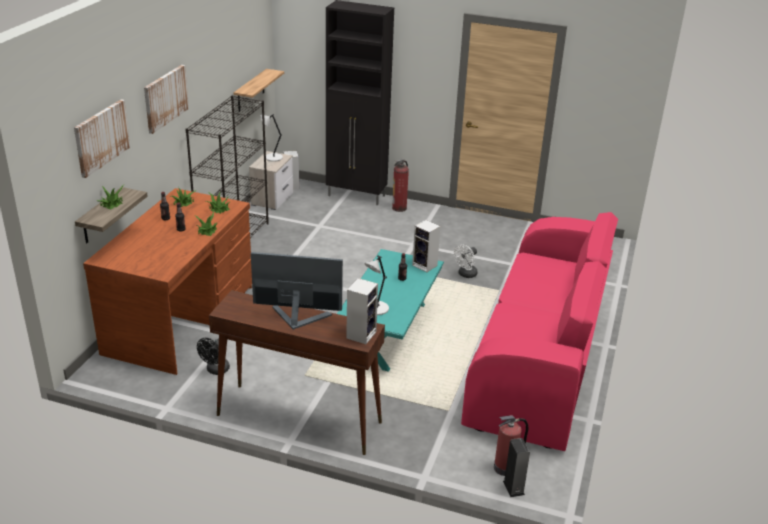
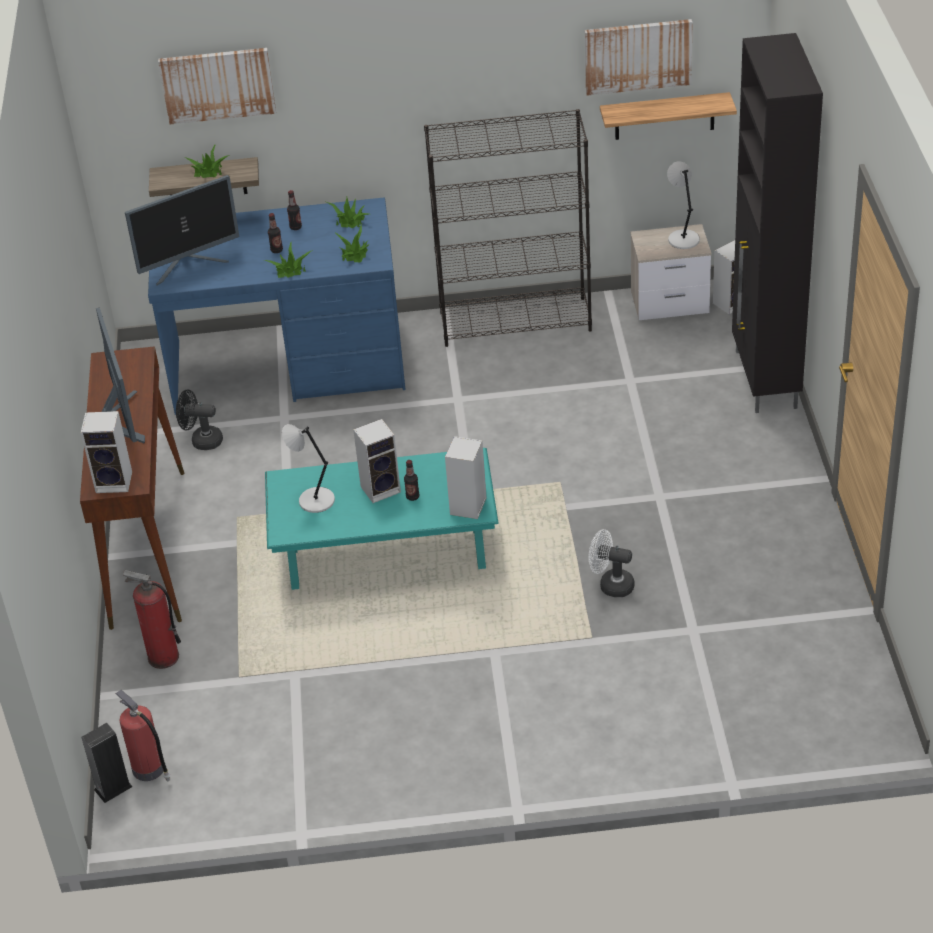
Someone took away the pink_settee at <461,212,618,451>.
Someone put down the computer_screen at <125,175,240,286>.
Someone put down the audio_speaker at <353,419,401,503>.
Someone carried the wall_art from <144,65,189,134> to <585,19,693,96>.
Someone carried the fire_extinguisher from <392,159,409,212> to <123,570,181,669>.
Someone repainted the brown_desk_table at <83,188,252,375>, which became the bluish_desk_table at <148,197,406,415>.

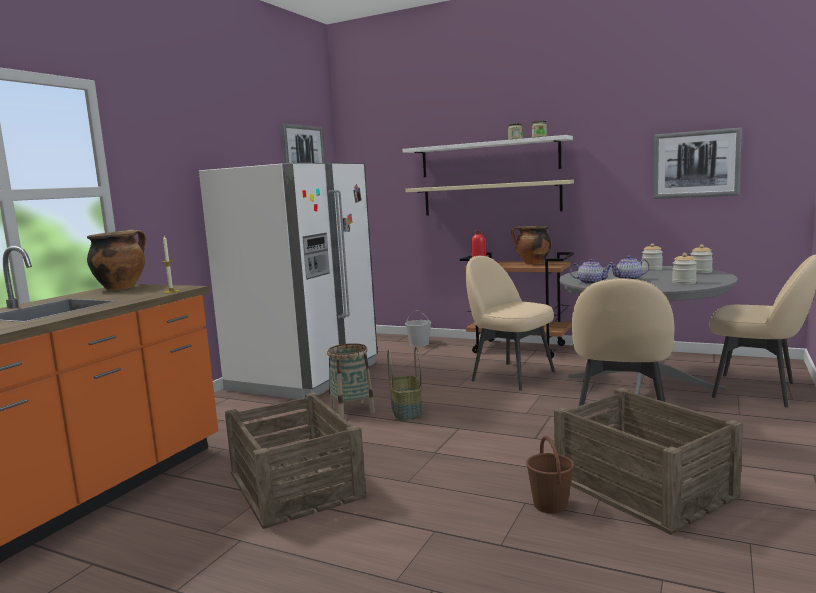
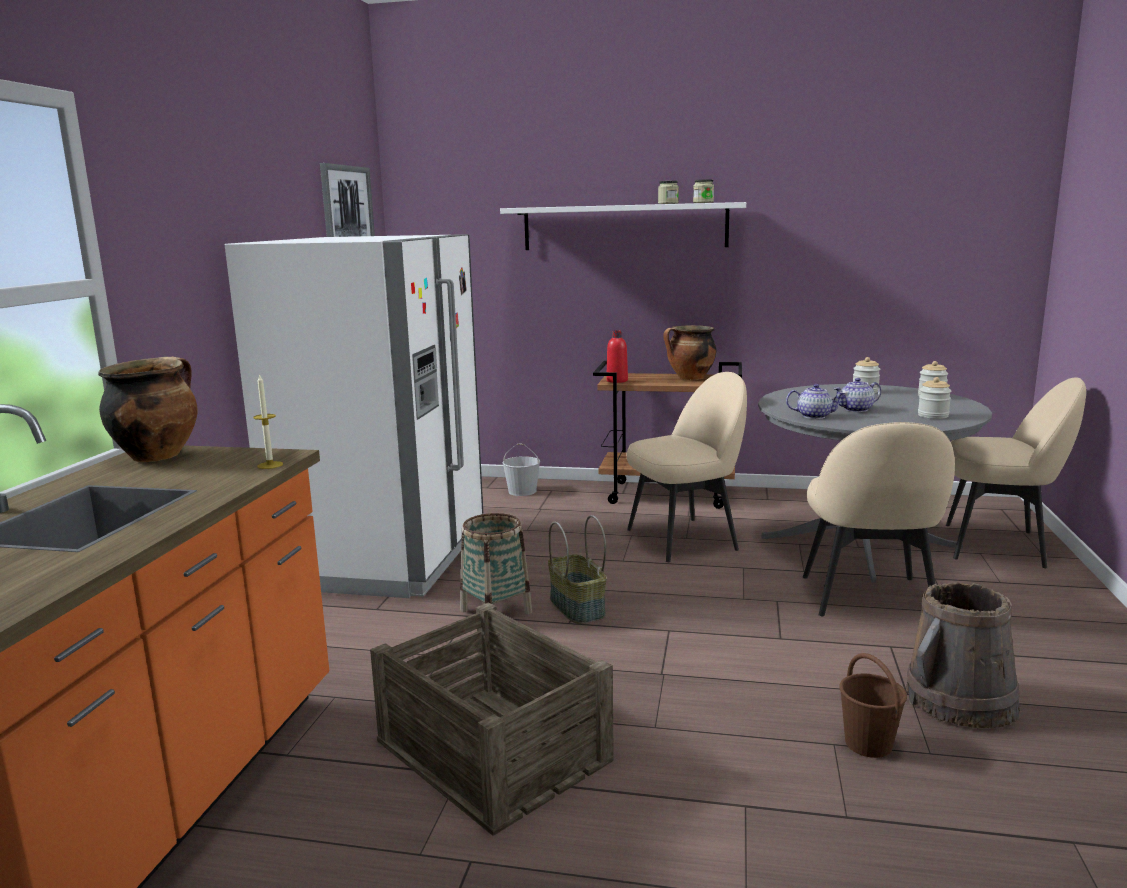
Someone took away the sand-coloured_bracket_shelf at <405,179,574,216>.
Someone took away the wall_art at <653,127,742,199>.
Someone swapped the shipping_crate at <554,388,743,535> for the brown_pail at <906,583,1020,729>.
Someone rotated the sand-coloured_plain_chair at <466,256,555,391> by 135 degrees clockwise.

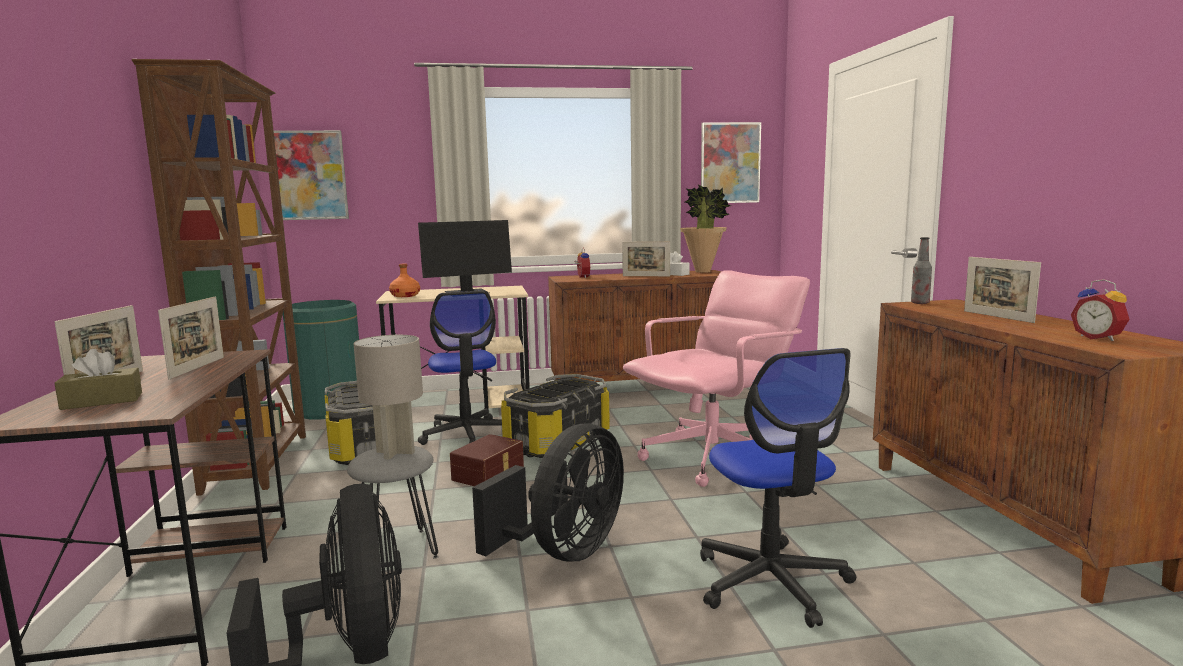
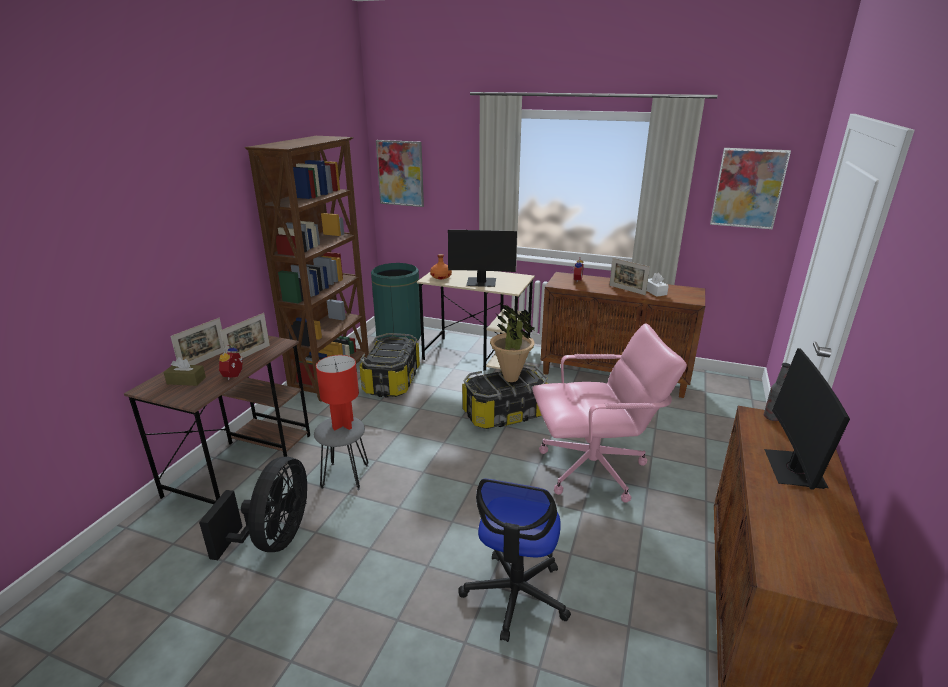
Someone took away the desk_chair at <418,290,502,445>.
Someone took away the brown_storage_box at <450,434,524,486>.
Someone took away the black-coloured_cooling_fan at <472,424,624,561>.
Someone carried the plant_in_a_pot from <680,184,731,273> to <490,304,535,382>.
Someone carried the table_clock from <1071,279,1130,341> to <219,344,243,380>.
Someone swapped the photo_frame at <964,257,1041,323> for the computer_screen at <764,348,850,490>.
Someone repainted the grey_table_lamp at <353,335,423,460>, which became the reddish_table_lamp at <316,355,359,430>.

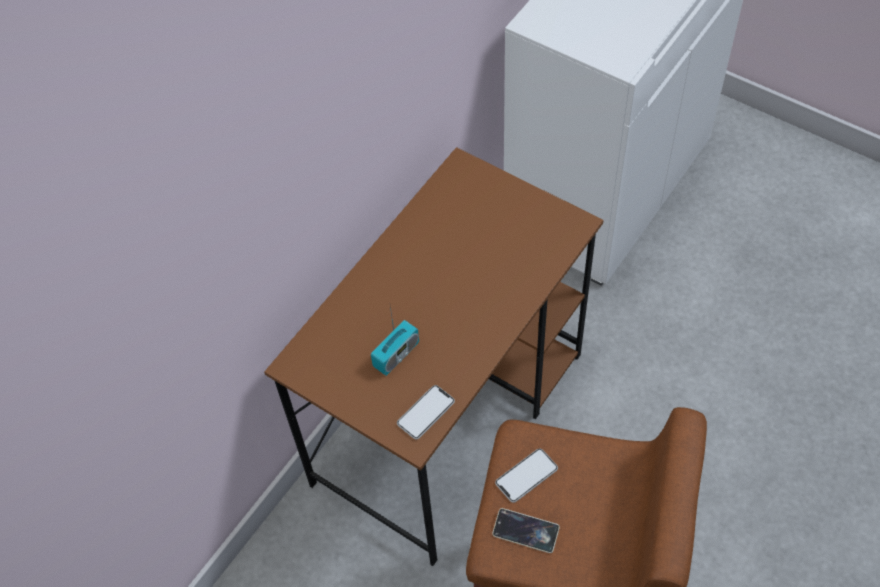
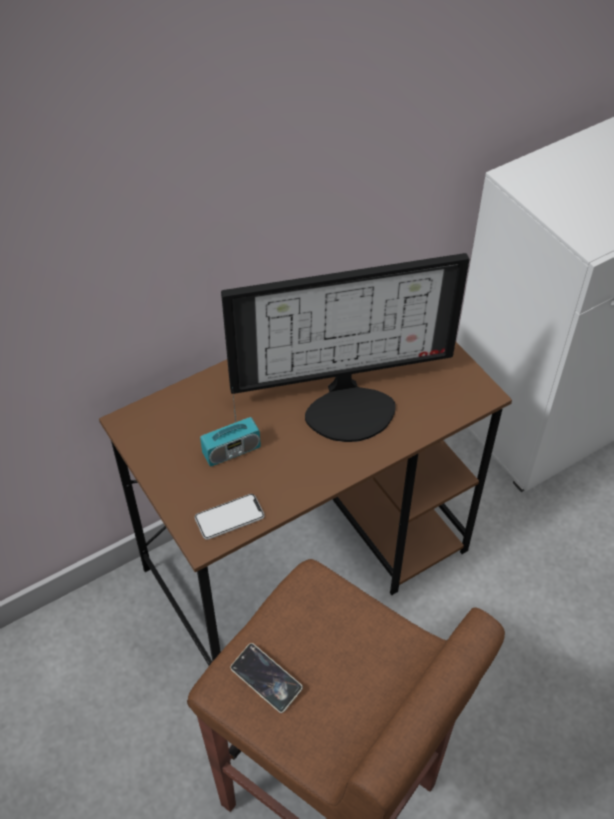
Someone took away the handset at <495,448,558,503>.
Someone put down the computer_screen at <221,253,469,442>.

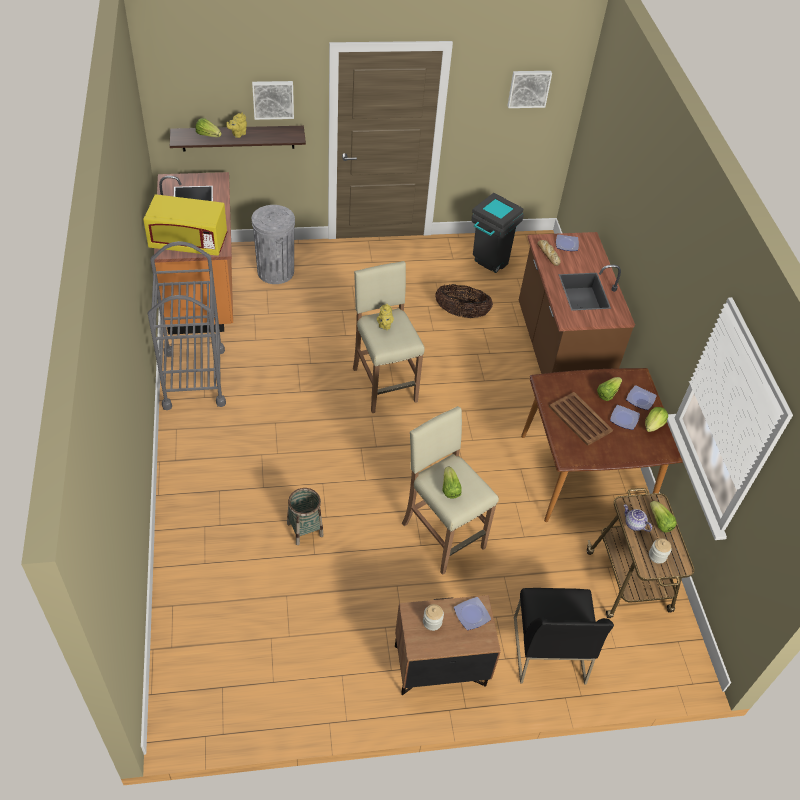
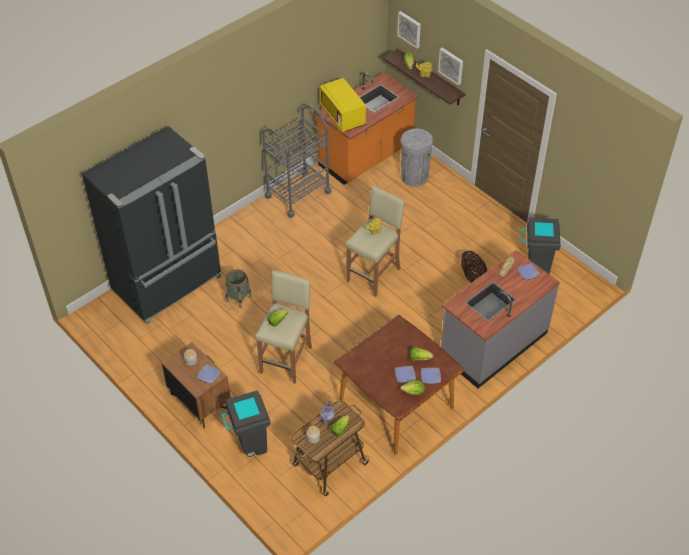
Someone took away the brown_carrying_tray at <549,392,613,446>.
Someone put down the black-coloured_kitchen_fridge at <82,126,222,324>.
Someone carried the wall_art from <508,71,552,108> to <397,11,421,48>.
Someone swapped the black-coloured_plain_chair at <514,588,614,684> for the grey_trash_can at <222,390,270,457>.
Someone repainted the brown_kitchen_base_unit at <519,232,635,374>, which became the grey_kitchen_base_unit at <441,250,560,388>.

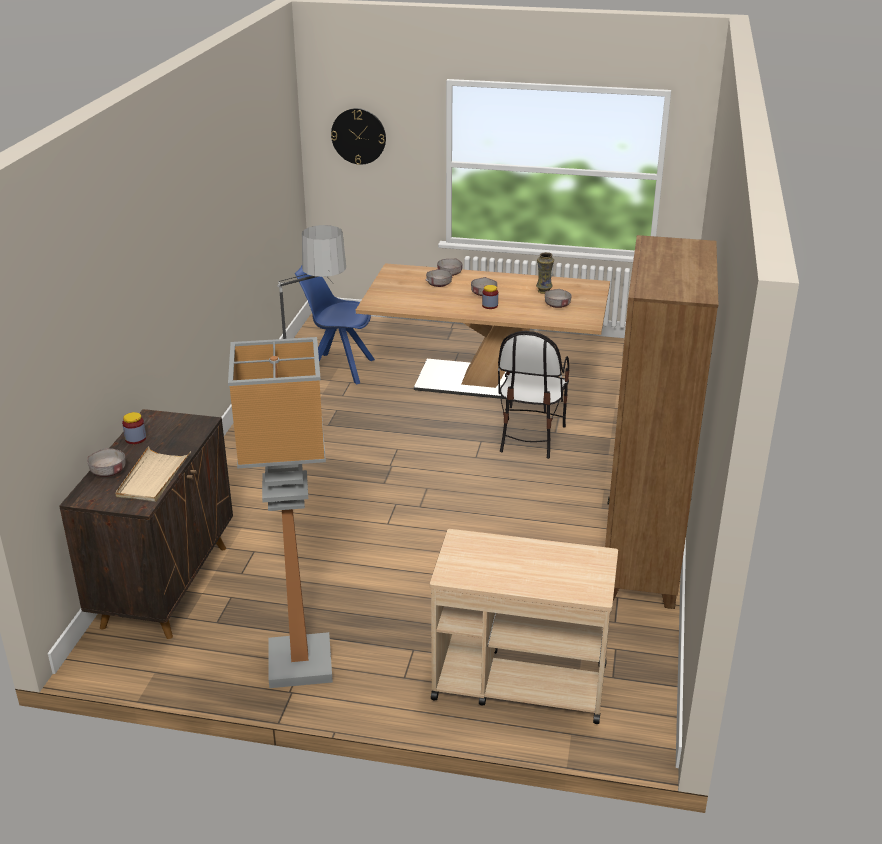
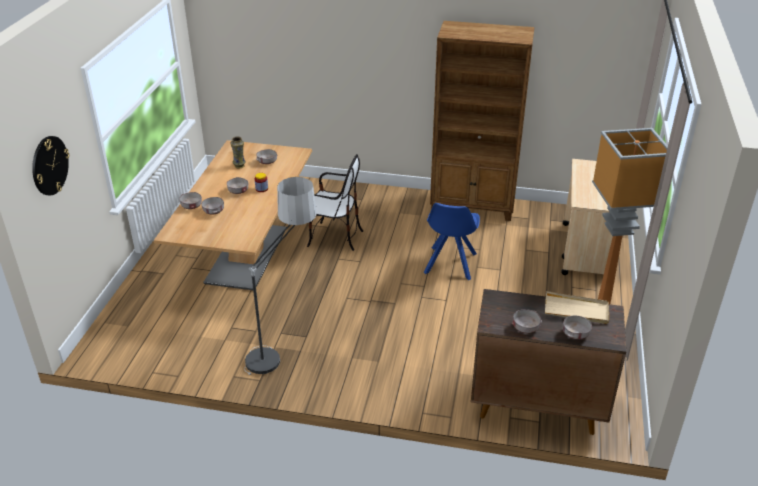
Someone carried the bluish_plain_chair from <295,266,375,384> to <424,203,480,280>.
Someone swapped the jar at <122,412,146,444> for the grey_deep_dish at <512,309,542,333>.

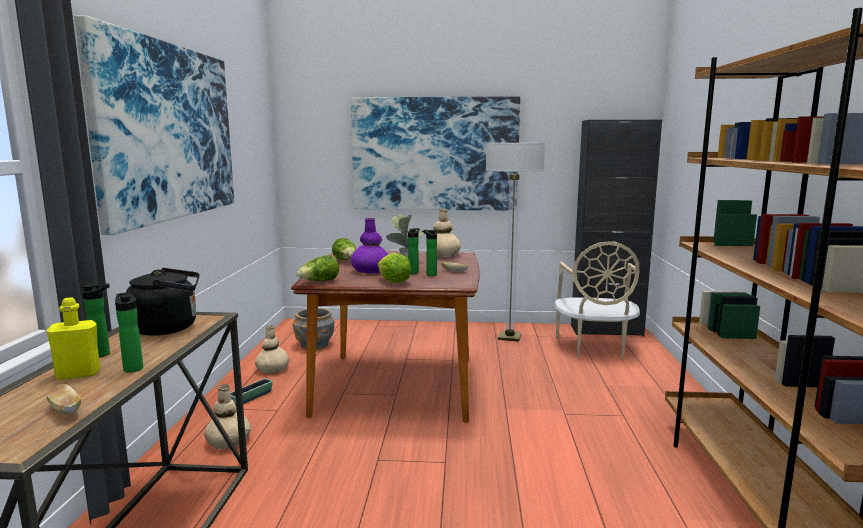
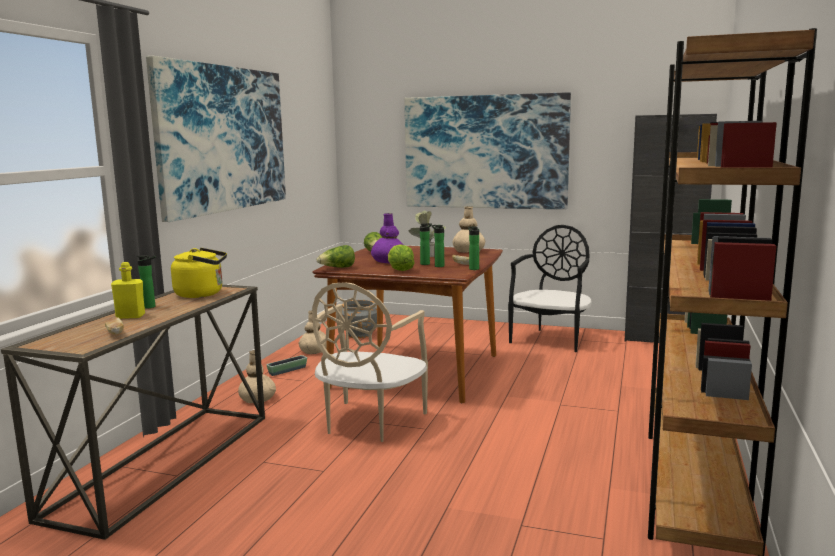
Someone carried the drink_bottle from <115,292,143,373> to <468,226,479,270>.
Someone carried the sand-coloured_plain_chair from <554,241,640,360> to <312,282,428,442>.
Someone swapped the standing_lamp at <486,142,545,341> for the black-coloured_plain_chair at <508,225,592,352>.
Someone repainted the black-coloured_water_kettle at <126,268,200,336>, which became the yellow_water_kettle at <171,248,227,298>.

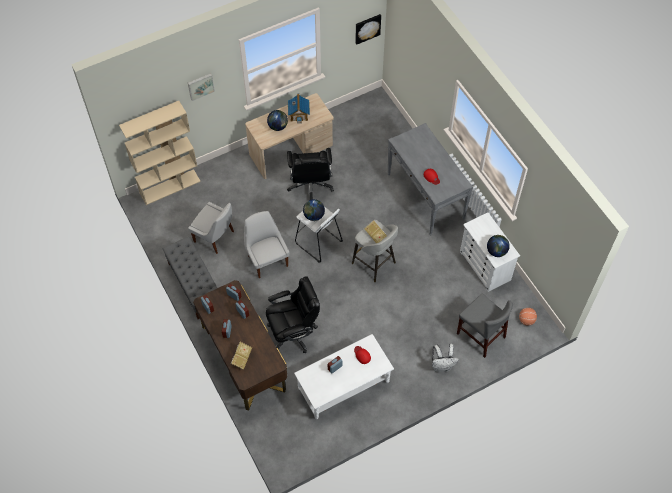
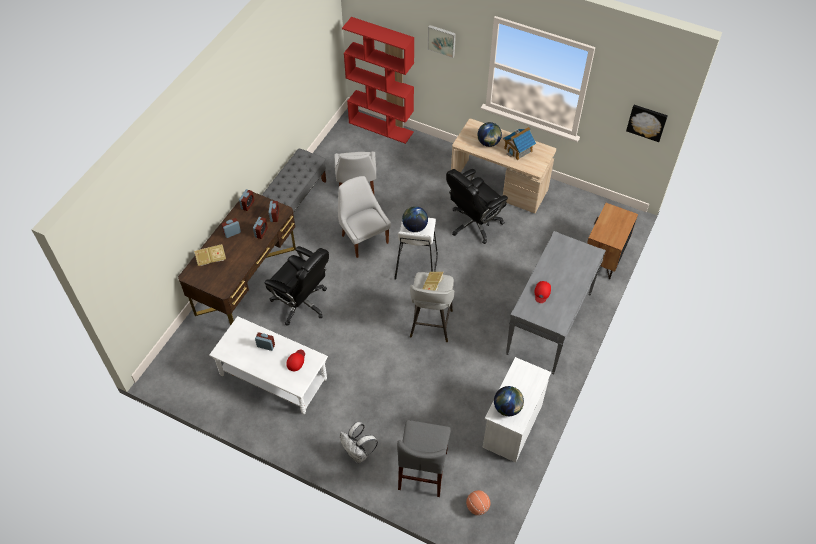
Someone put down the brown_bedside_table at <587,203,638,279>.
Someone repainted the sand-coloured_bookshelf at <119,101,201,205>, which became the reddish_bookshelf at <342,17,414,144>.
Someone rotated the whitish_plain_chair at <244,211,289,278> by 60 degrees counterclockwise.

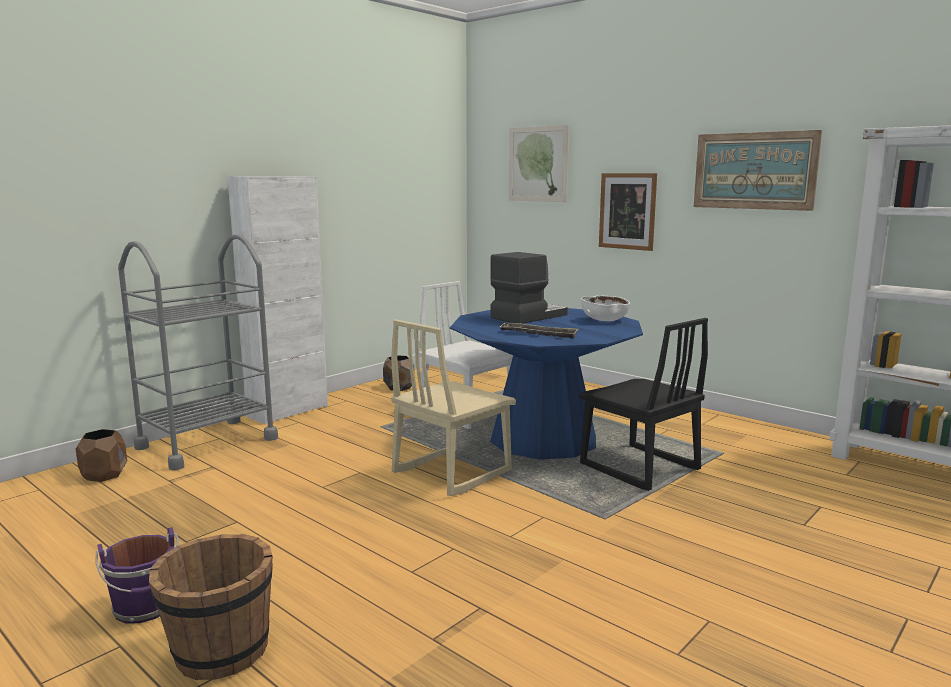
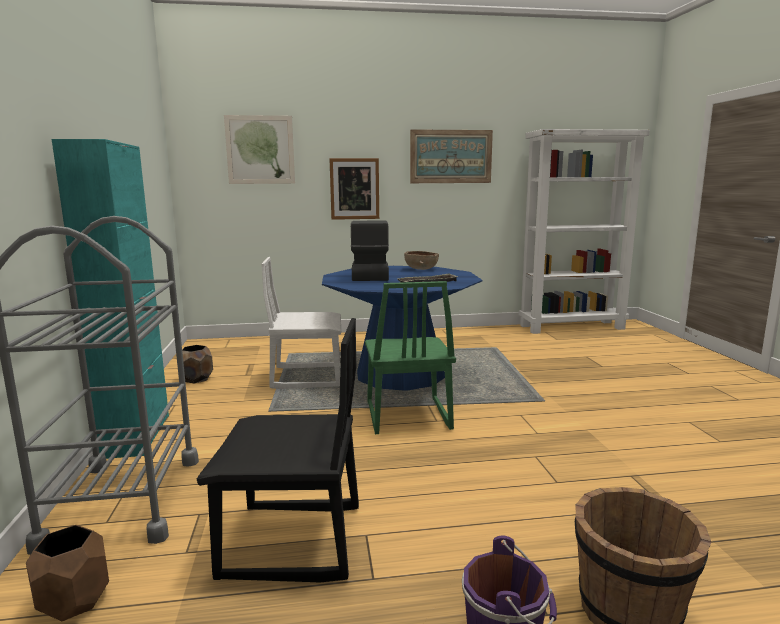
Someone carried the black-coloured_plain_chair from <579,318,708,491> to <197,318,359,582>.
Someone repainted the whitish_storage_cabinet at <227,176,328,425>, which became the turquoise-coloured_storage_cabinet at <52,139,169,459>.
Someone repainted the sand-coloured_plain_chair at <391,319,516,496>, which became the greenish_plain_chair at <365,281,456,434>.
Someone repainted the whitish_deep_dish at <581,295,630,321>, which became the brown_deep_dish at <404,251,439,270>.

